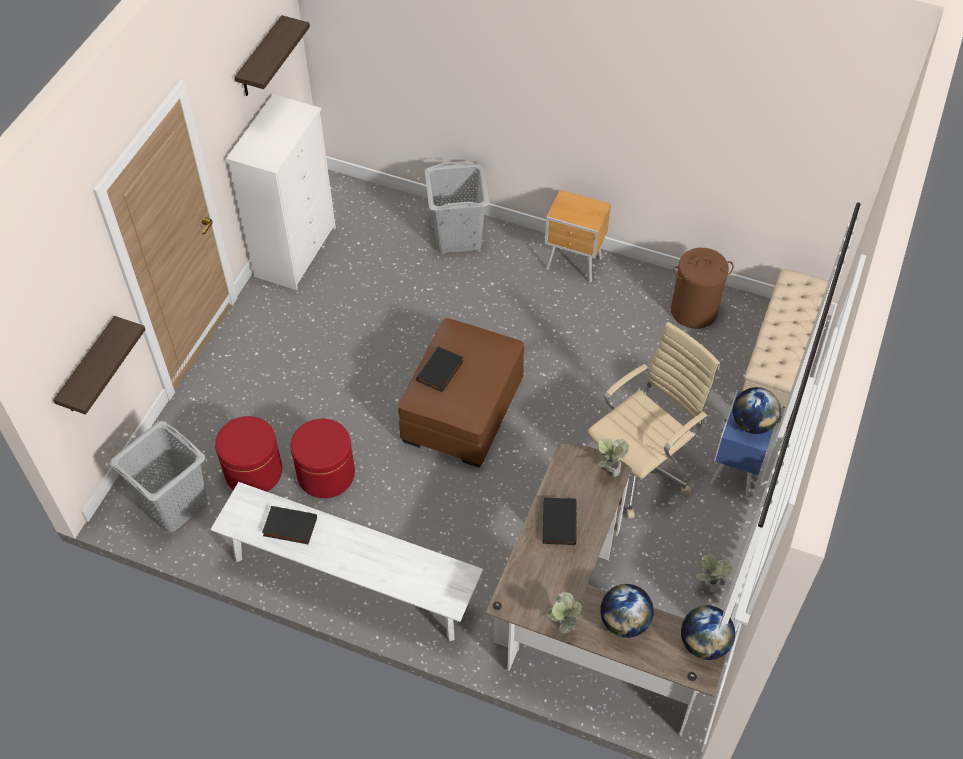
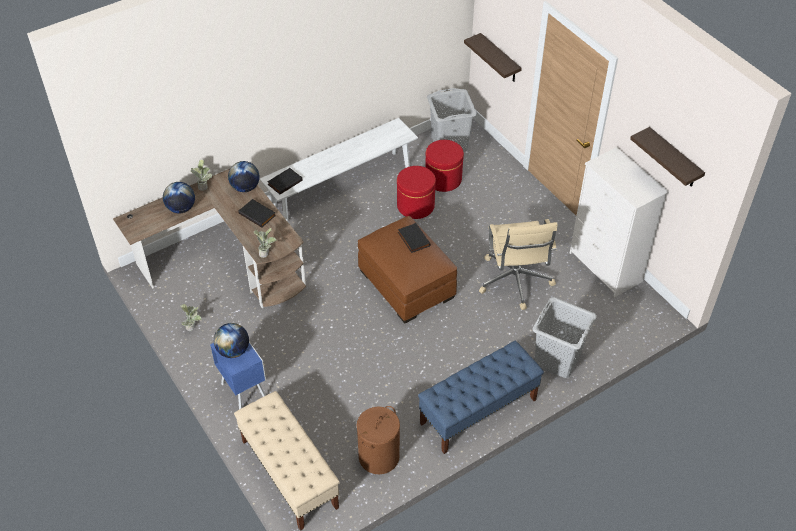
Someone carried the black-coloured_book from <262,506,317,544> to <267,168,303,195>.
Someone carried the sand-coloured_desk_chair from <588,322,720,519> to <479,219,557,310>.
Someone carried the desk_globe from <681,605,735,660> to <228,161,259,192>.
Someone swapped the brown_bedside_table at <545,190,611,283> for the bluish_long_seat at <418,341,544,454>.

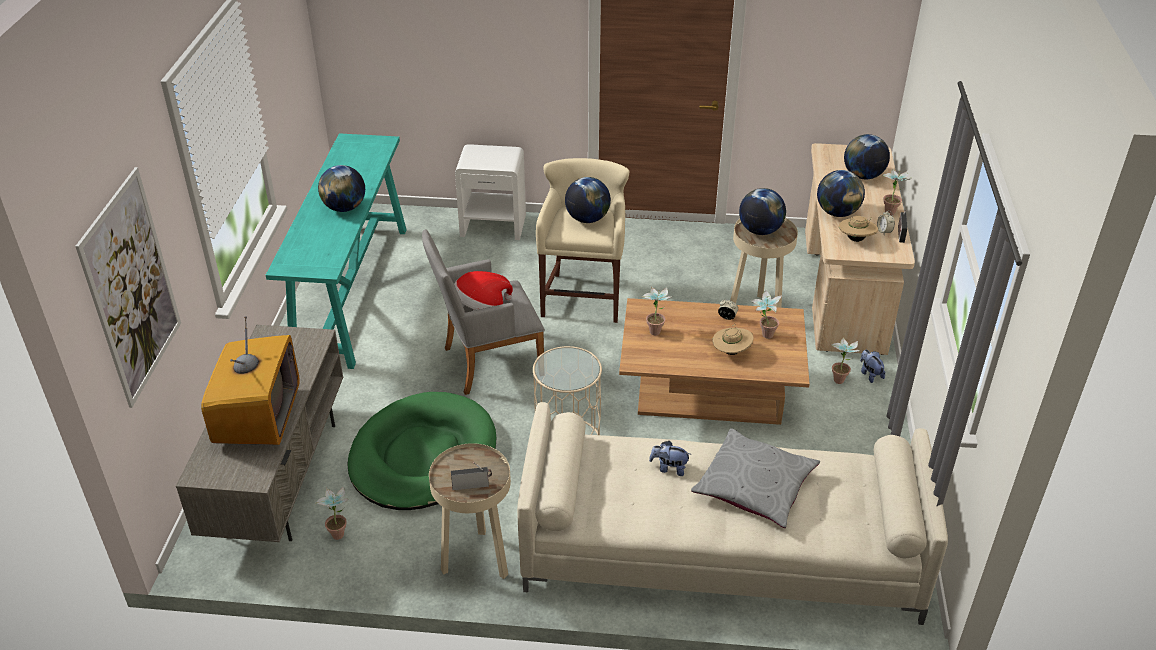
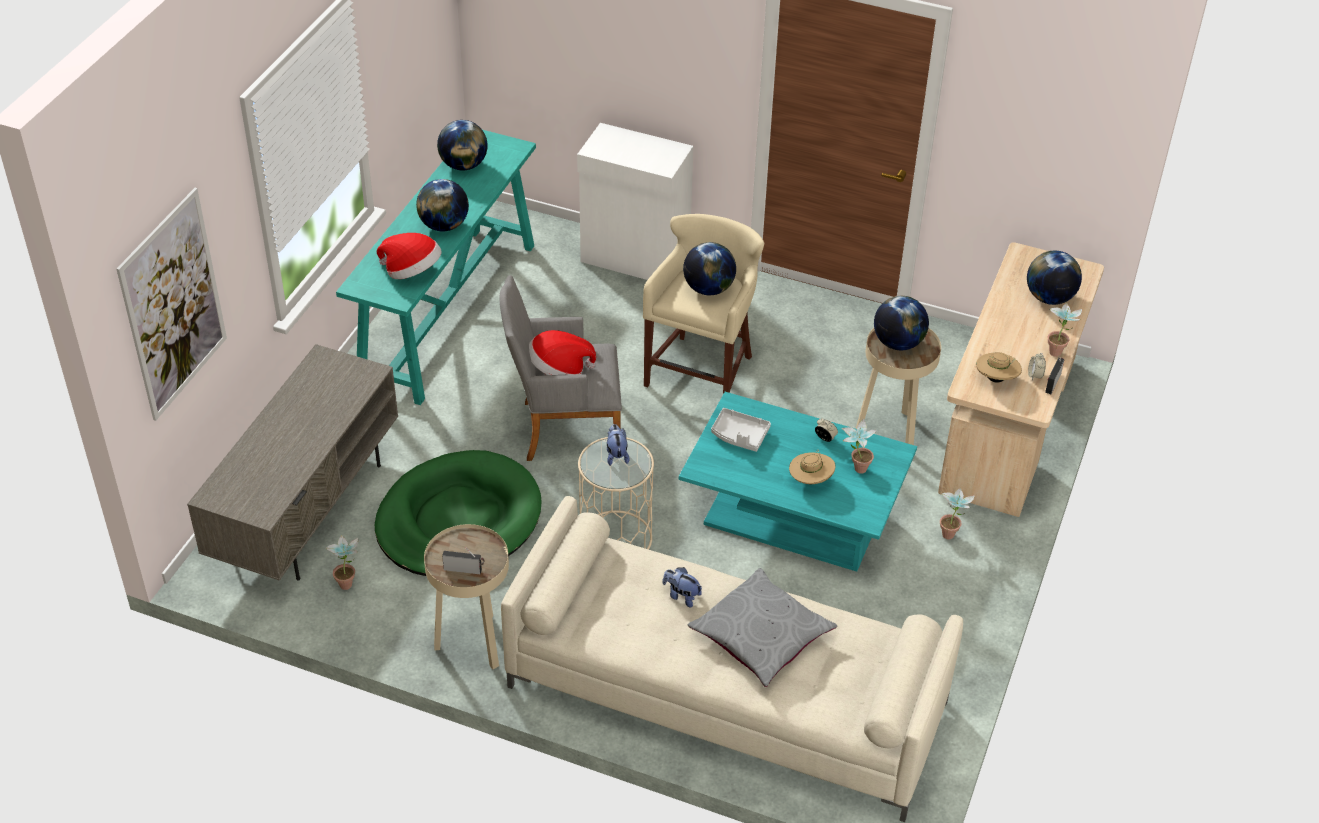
Someone took away the TV_set at <201,316,300,445>.
Someone put down the wearable_hat at <377,233,441,279>.
Someone carried the desk_globe from <817,170,865,217> to <437,120,488,170>.
Someone carried the soft_toy from <860,350,885,383> to <607,424,630,466>.
Someone swapped the whitish_bedside_table at <455,144,526,240> for the whitish_storage_cabinet at <577,123,693,280>.
Someone swapped the plant_in_a_pot at <642,286,672,335> for the grey_carrying_tray at <711,408,771,452>.
Someone repainted the brown_low_table at <619,298,810,425>, which became the turquoise-coloured_low_table at <679,392,917,572>.

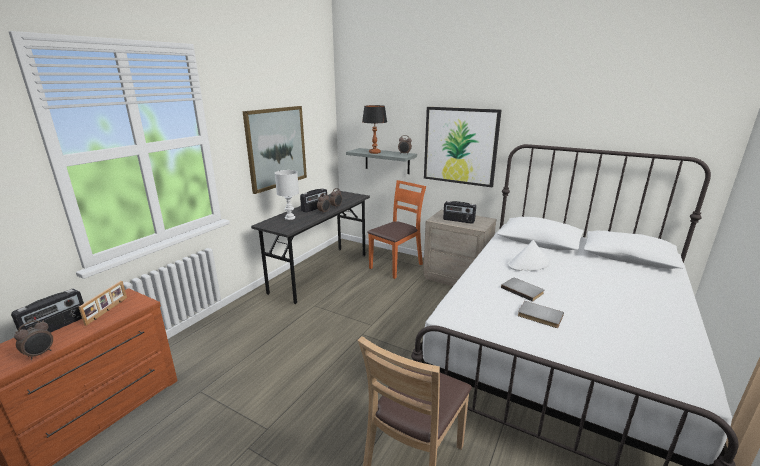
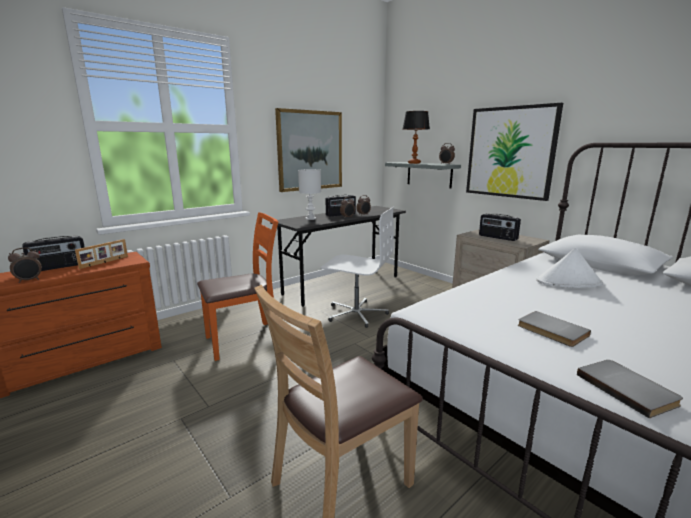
Someone put down the whitish_desk_chair at <320,207,394,328>.
Someone carried the orange-coloured_plain_chair from <367,180,426,279> to <197,212,278,361>.
Someone carried the grey_book from <501,278,544,302> to <577,360,683,418>.

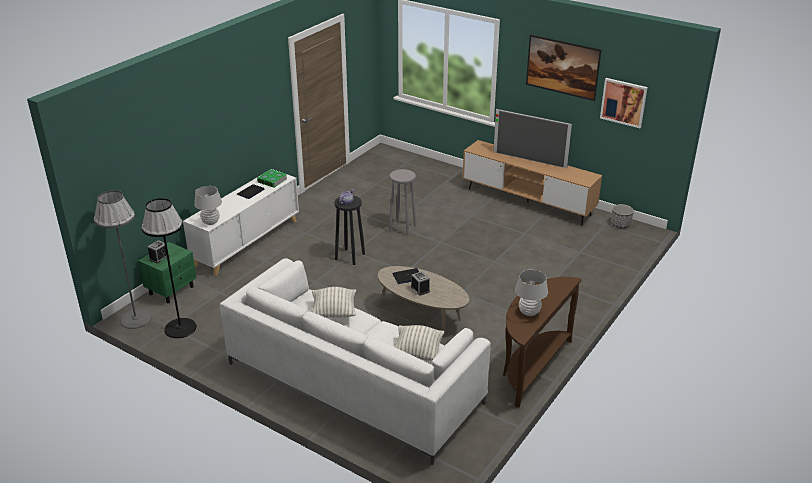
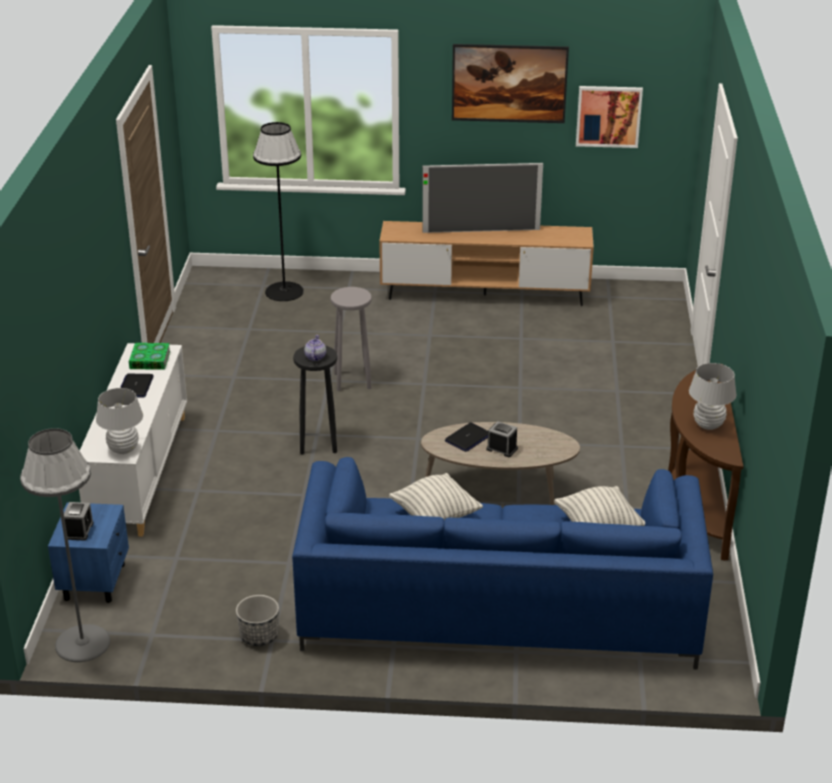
Someone carried the black-coloured_standing_lamp from <141,198,197,338> to <253,122,304,301>.
Someone carried the plant_pot from <611,204,634,228> to <236,595,279,646>.
Someone repainted the greenish_bedside_table at <138,242,197,304>, which became the bluish_bedside_table at <48,502,129,603>.
Someone repainted the whitish_settee at <220,258,491,465>, which became the bluish_settee at <292,457,713,670>.

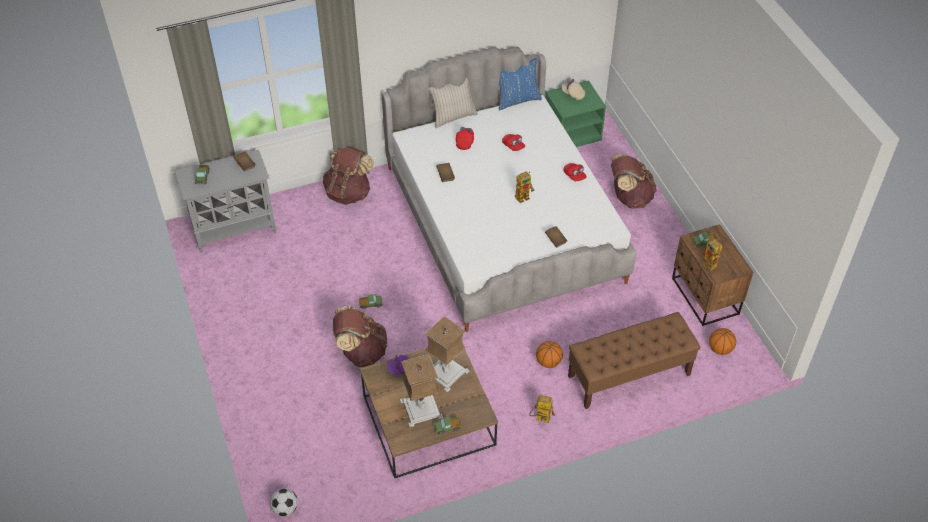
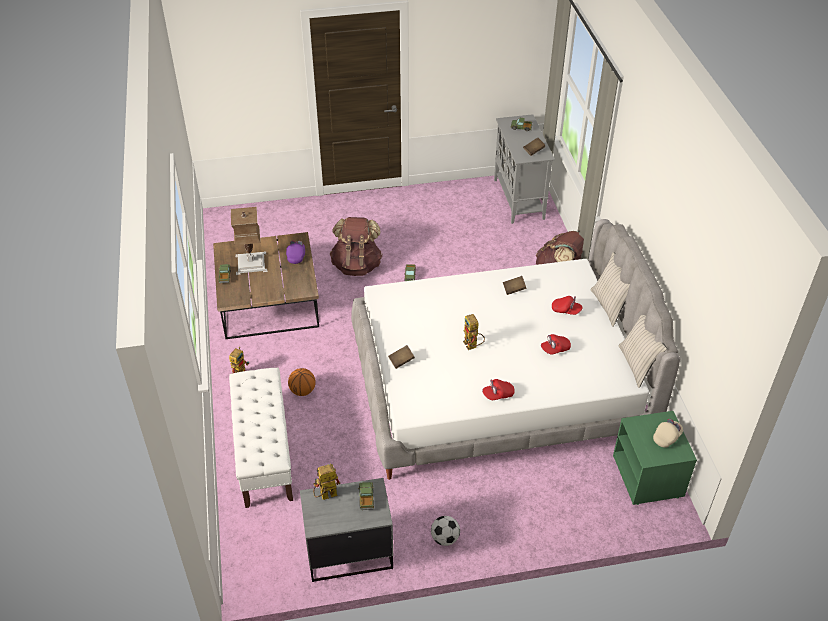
Someone took away the table_lamp at <425,316,470,392>.
Someone took away the brown_knapsack at <611,154,657,209>.
Someone took away the ball_for_basketball at <709,328,736,355>.
Someone carried the football_ball from <270,488,298,516> to <431,516,460,546>.
Someone repainted the bluish_throw_pillow at <499,58,542,111>, which became the sand-coloured_throw_pillow at <618,315,667,388>.
Someone repainted the brown_long_seat at <568,312,701,409>, which became the whitish_long_seat at <229,368,293,508>.
Someone repainted the brown_bedside_table at <672,224,753,326>, which became the grey_bedside_table at <300,478,393,582>.

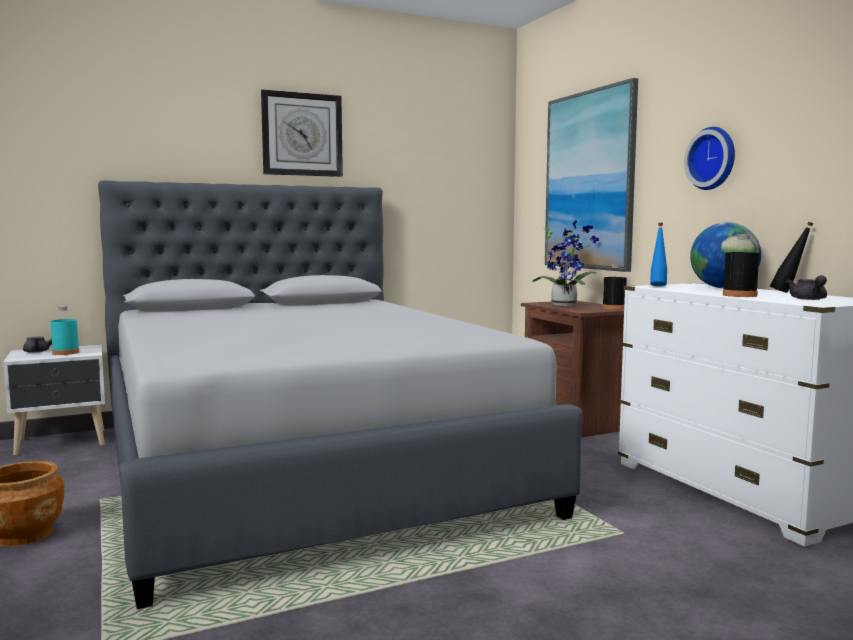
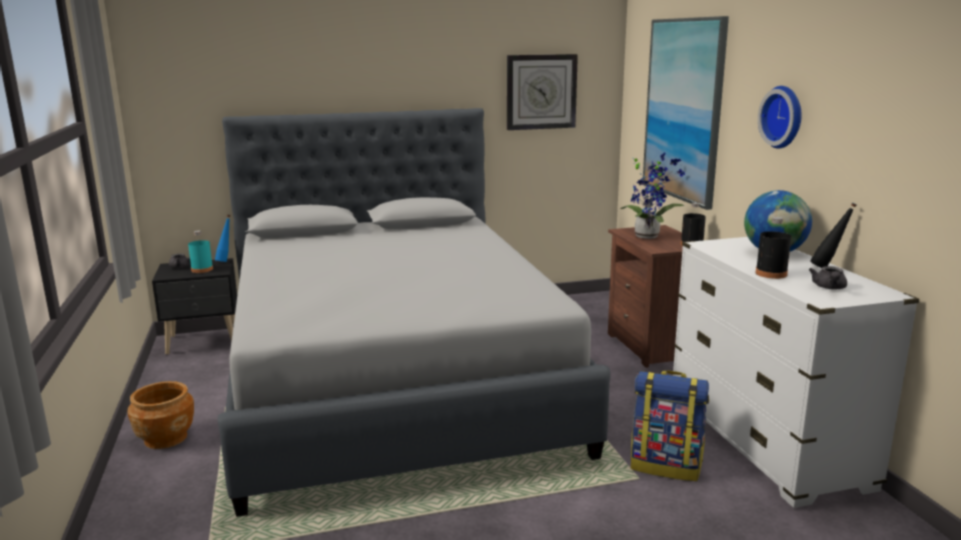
Someone put down the knapsack at <631,371,709,481>.
Someone carried the clock_on_the_wall from <261,89,343,177> to <507,54,578,130>.
Someone carried the bluish_drink_bottle from <650,223,667,286> to <215,215,230,262>.
Someone repainted the whitish_bedside_table at <3,345,105,456>, which became the black-coloured_bedside_table at <152,258,237,354>.

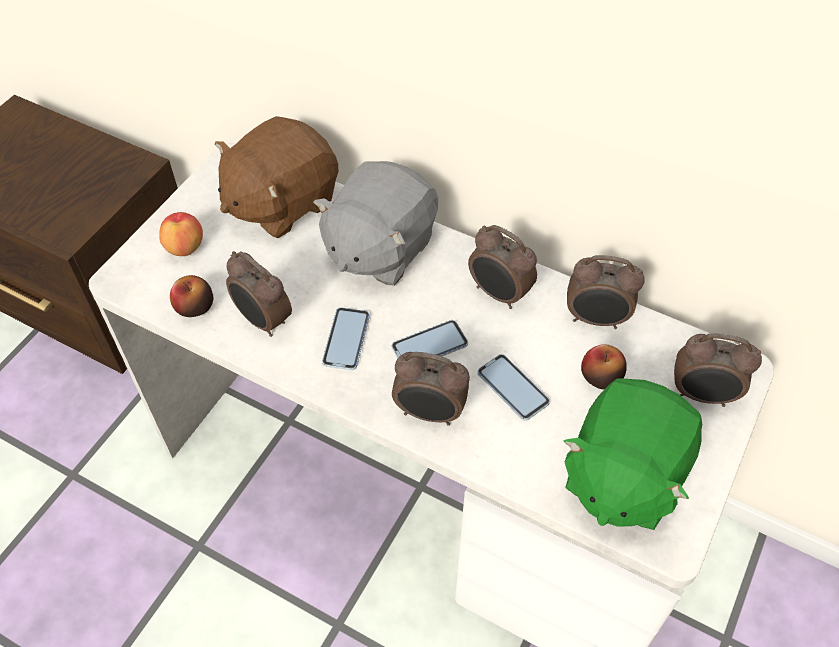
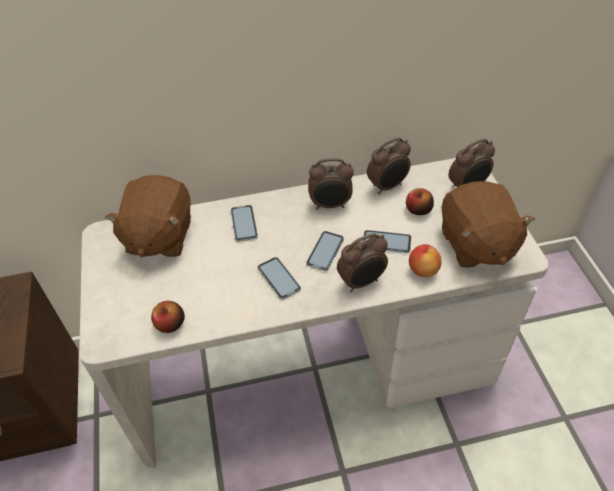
Someone took away the table_clock at <226,251,292,337>.
Someone carried the apple_fruit from <159,212,203,256> to <409,244,442,277>.
Someone swapped the grey_soft_toy at <313,161,438,286> for the handset at <231,205,258,242>.
Someone repainted the greenish_soft_toy at <564,378,702,530>, which became the brown_soft_toy at <441,181,535,268>.

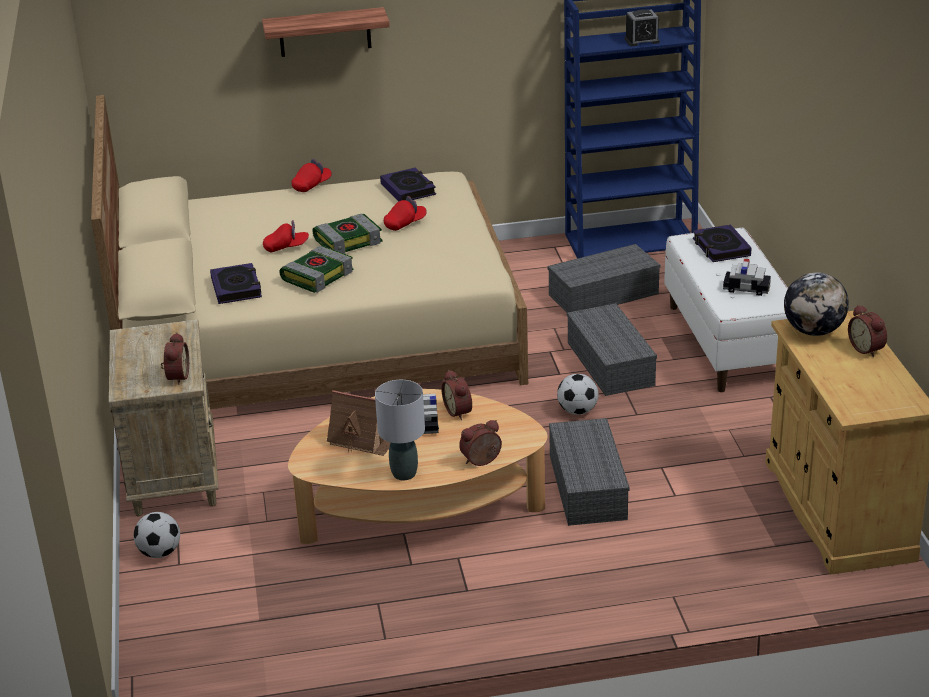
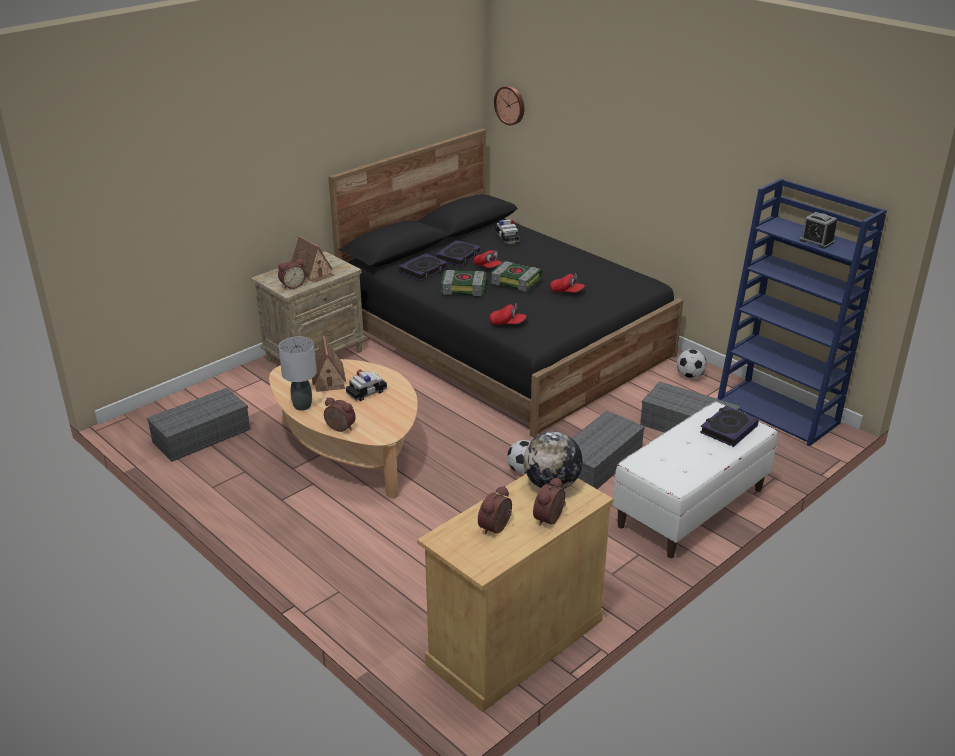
Someone took away the bracket_shelf at <262,7,390,57>.
Someone put down the toy_house at <291,236,334,283>.
Someone put up the clock_on_the_wall at <494,86,524,125>.
Someone carried the football_ball from <134,512,180,558> to <677,349,707,378>.
Someone carried the reddish_cap from <292,159,332,192> to <489,303,526,325>.
Someone carried the book from <380,168,436,201> to <436,240,481,266>.
Someone carried the table_clock from <441,370,472,420> to <478,486,512,535>.
Someone carried the grey_storage_box from <549,418,629,526> to <147,388,250,462>.
Someone carried the miniature_car from <723,259,771,296> to <495,219,519,244>.
Someone repainted the sand-coloured_bed at <91,95,528,409>, which became the black-coloured_bed at <328,129,683,438>.

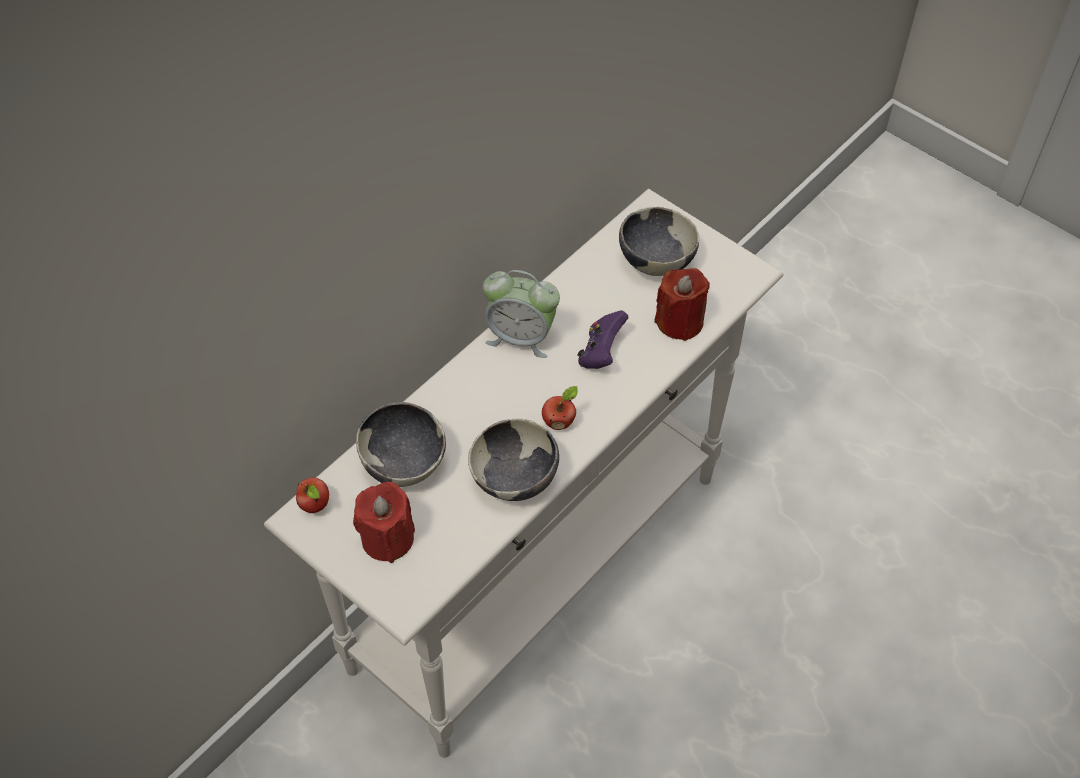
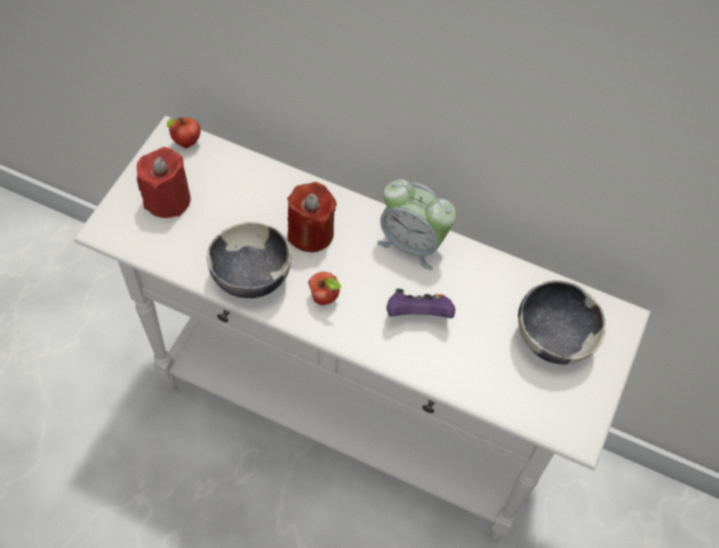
Someone took away the deep_dish at <356,402,446,487>.
Someone carried the reddish_wax_light from <654,268,710,341> to <288,182,337,252>.
Someone rotated the table_clock at <483,270,560,358> by 60 degrees counterclockwise.

